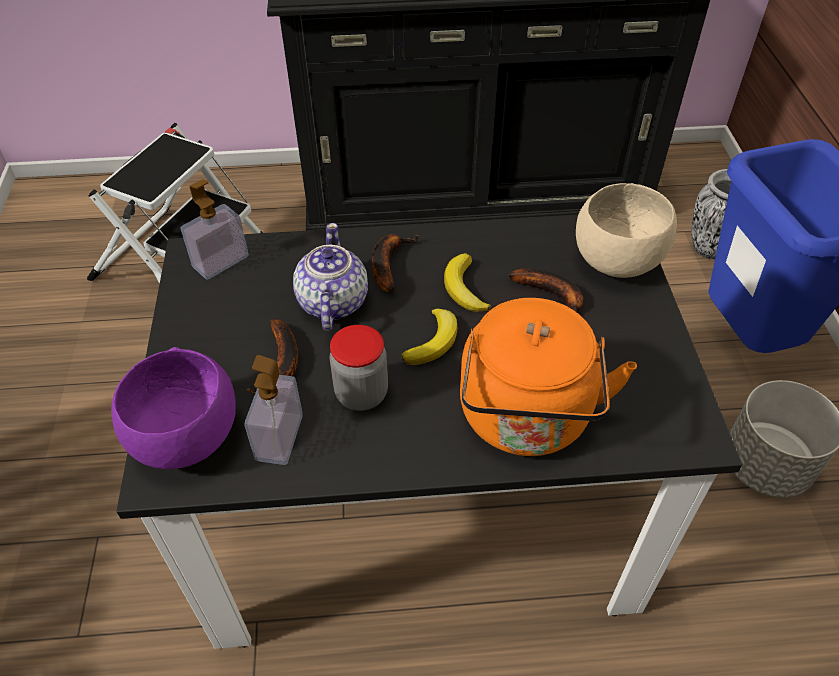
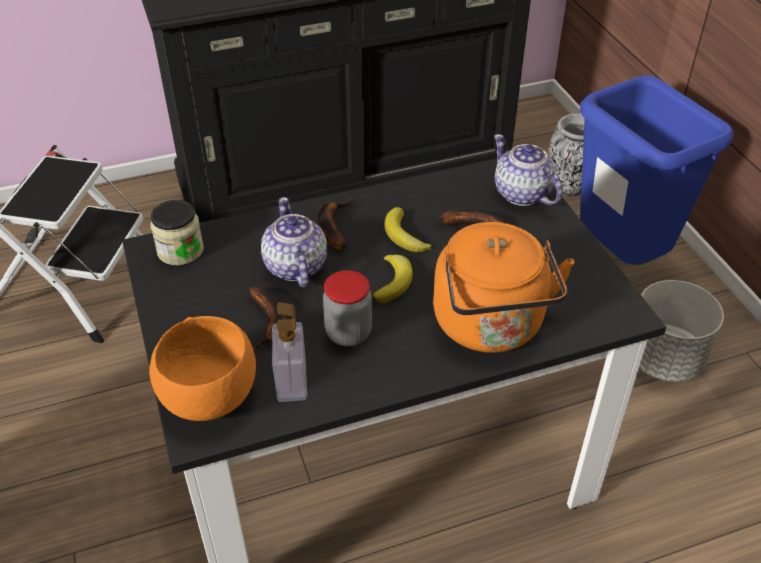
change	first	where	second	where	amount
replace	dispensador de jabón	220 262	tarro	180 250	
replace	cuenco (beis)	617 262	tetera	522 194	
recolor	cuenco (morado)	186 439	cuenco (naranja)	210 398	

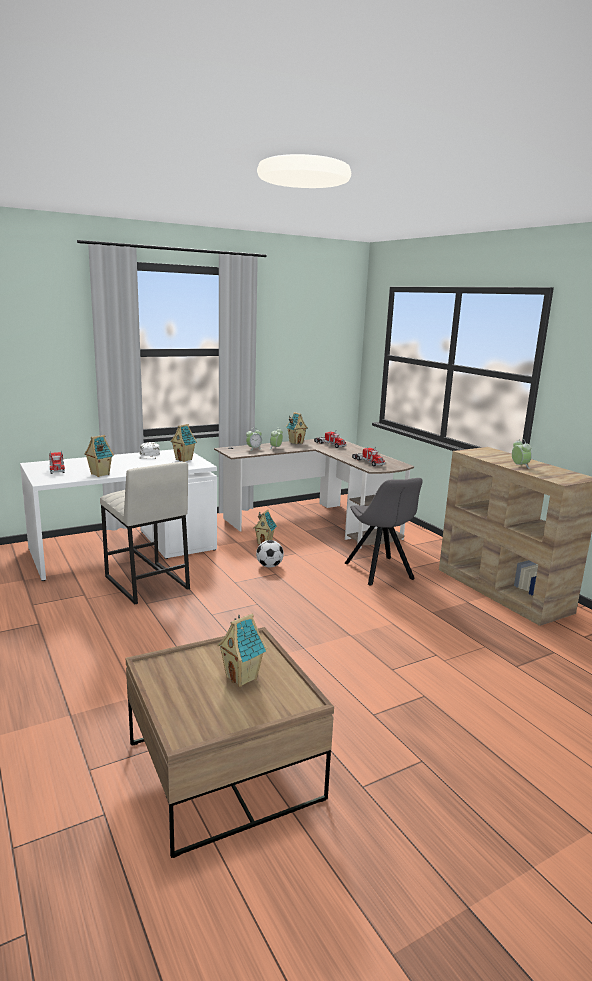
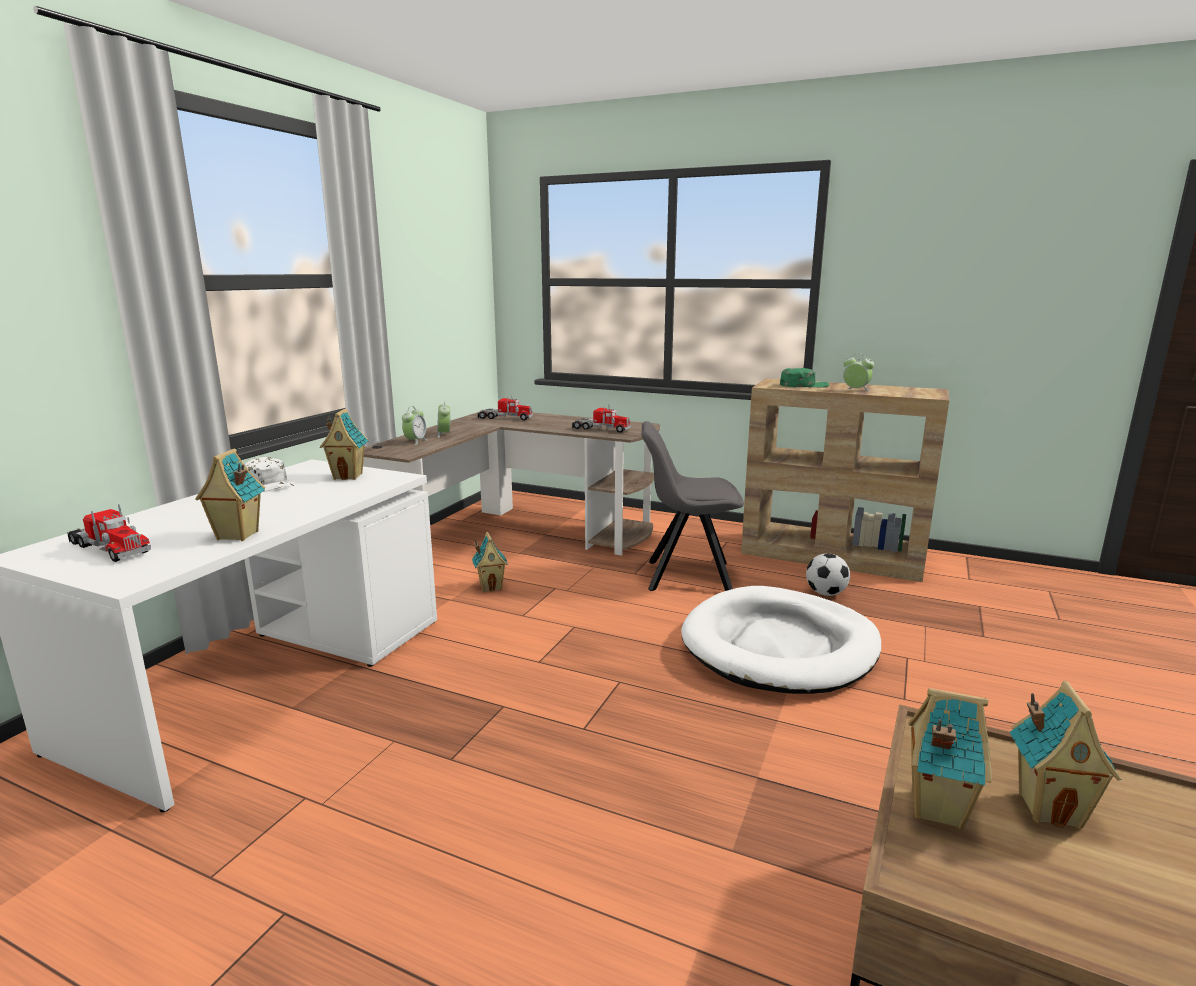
change	first	where	second	where	amount
delete	taburete (beis)	147 582			
insert			cama para perro (blanco)	779 646	
insert			gorra (verde)	803 385	
move	balón de fútbol	269 566		825 593	
move	casita	296 442		935 808	
rotate	silla (gris)	379 571		688 577	150 degrees clockwise

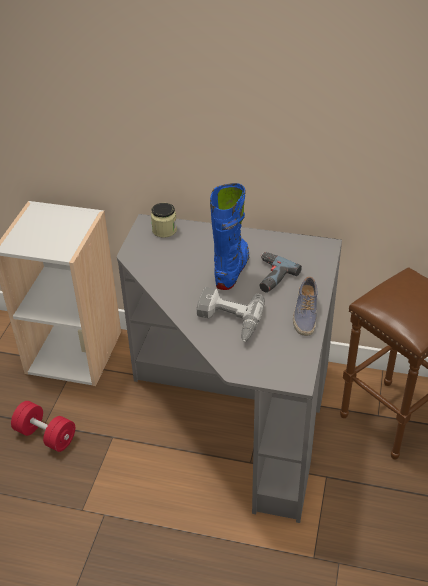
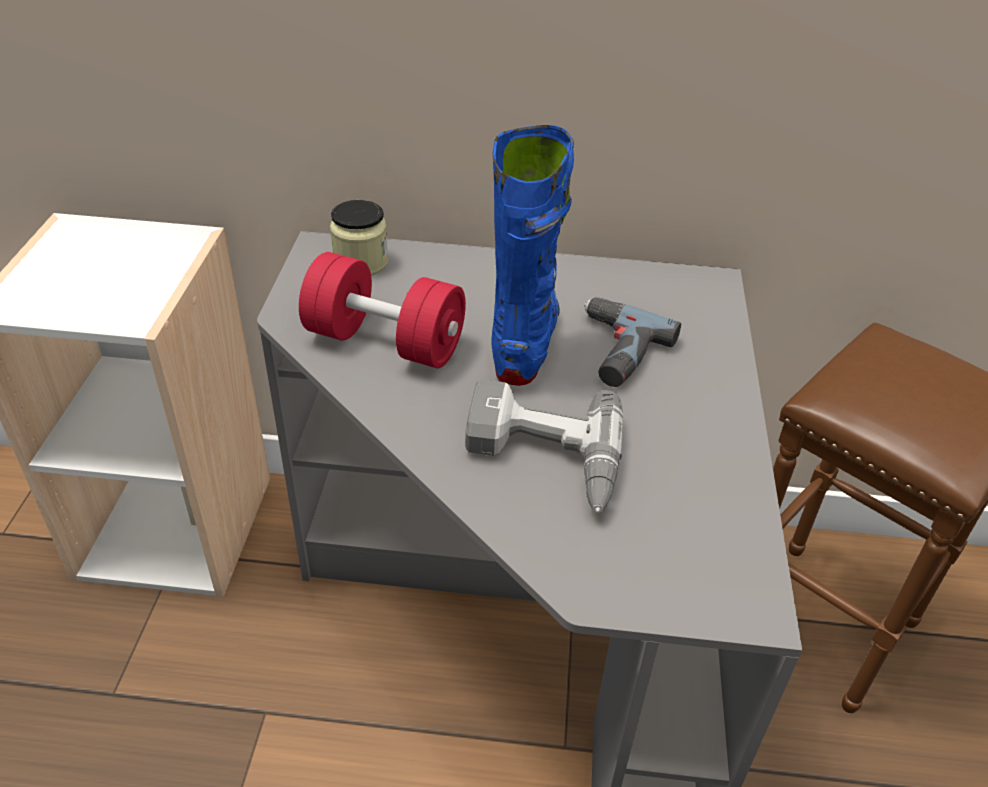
change	first	where	second	where	amount
delete	zapato	305 314			
move	mancuerna (rojo)	45 435		385 342	

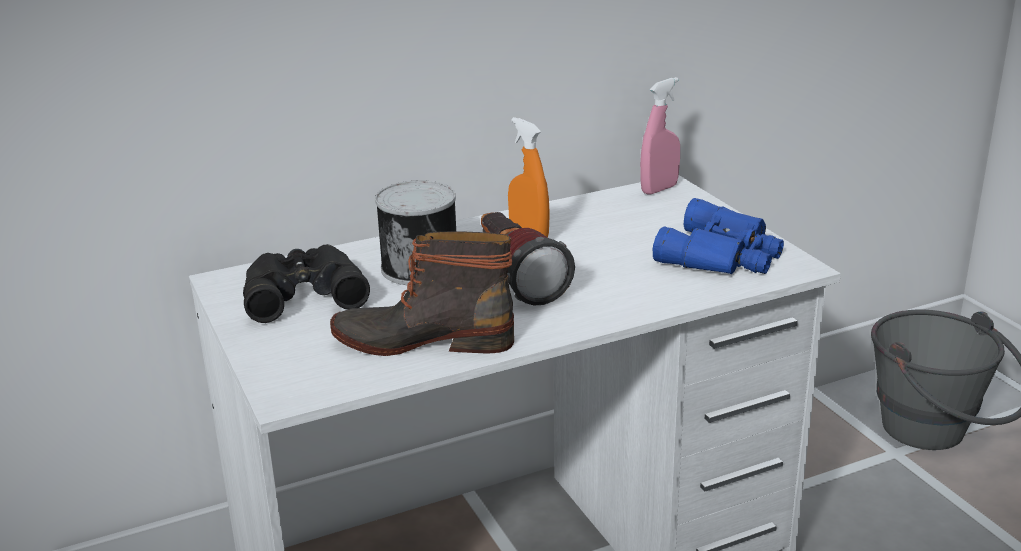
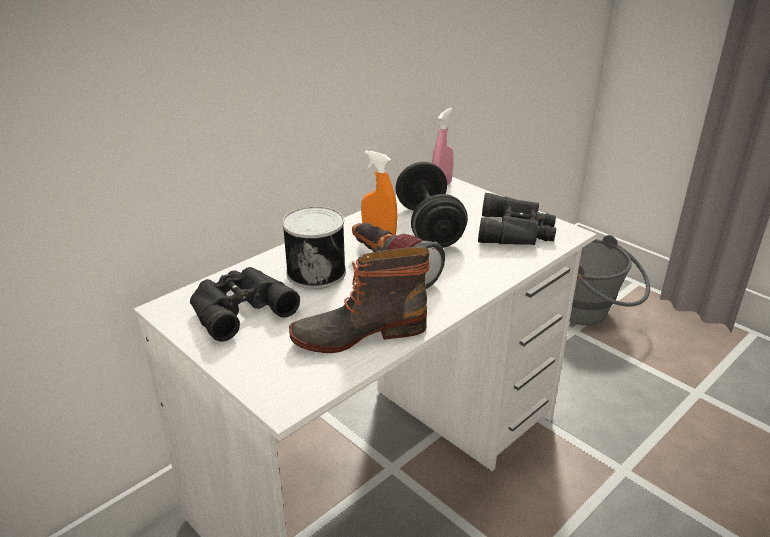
change	first	where	second	where	amount
insert			mancuerna (negro)	429 227	
recolor	prismáticos (azul)	723 255	prismáticos (negro)	517 231	

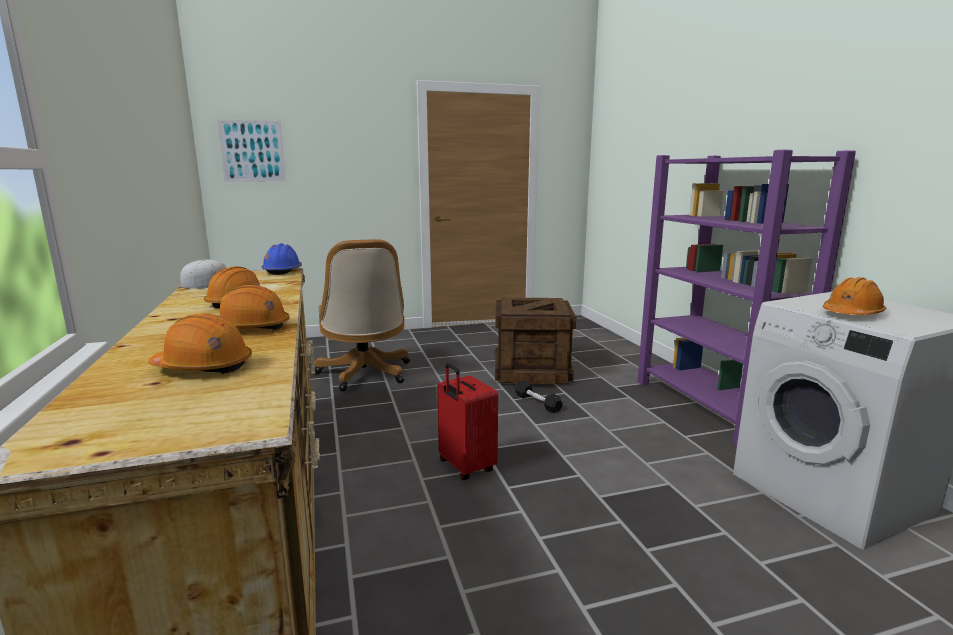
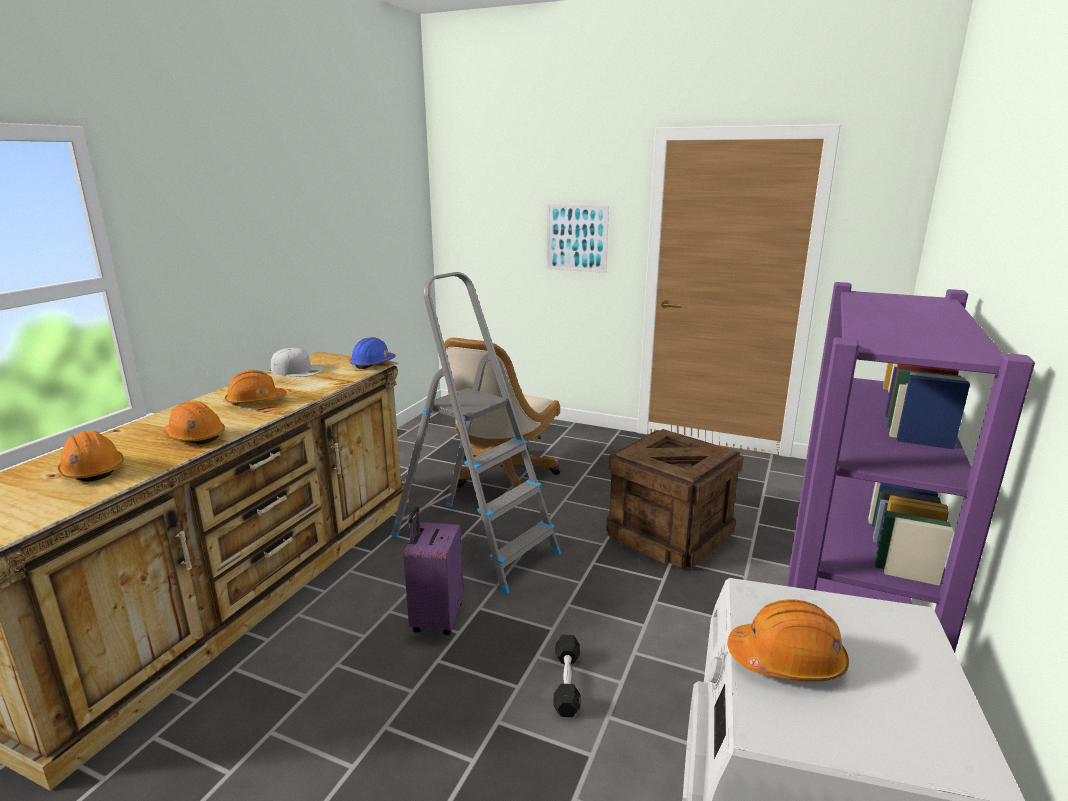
change	first	where	second	where	amount
insert			escalera de tijera (gris)	475 544	
move	cuadro	252 151		576 238	
move	mancuerna (negro)	537 403		567 683	
recolor	maleta (rojo)	465 467	maleta (morado)	436 618	

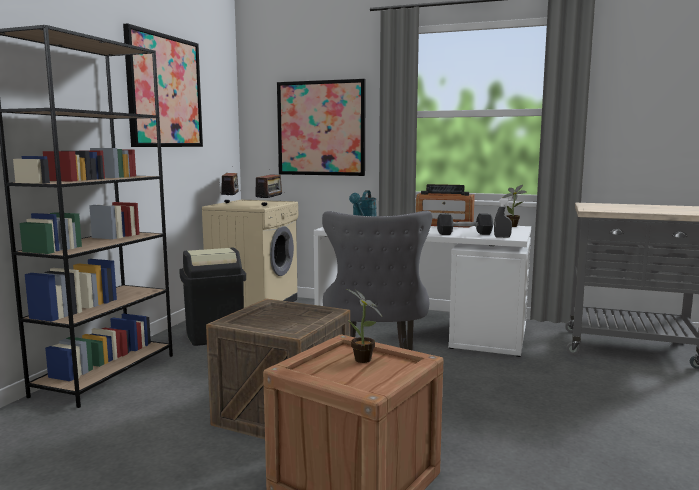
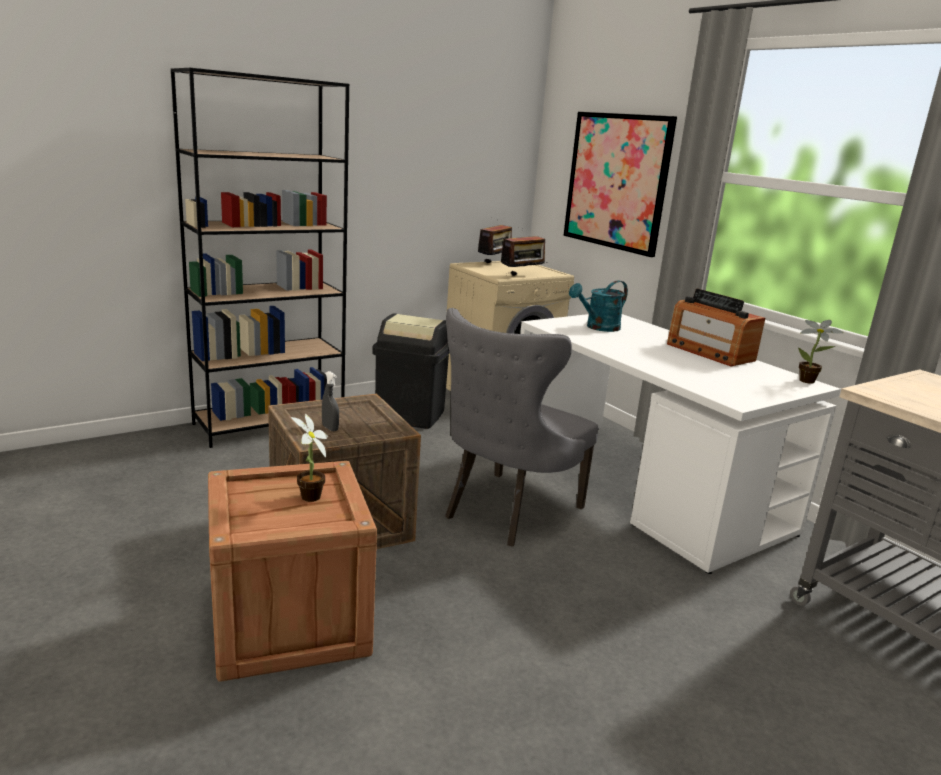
change	first	where	second	where	amount
delete	cuadro	164 91			
delete	mancuerna (negro)	464 233			
move	pulverizador (gris)	502 237		330 428	

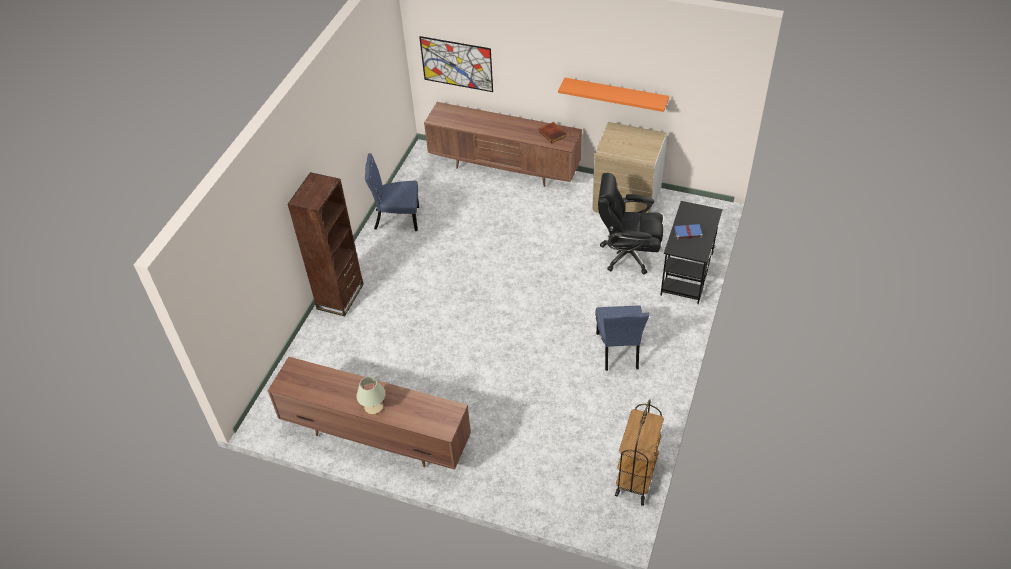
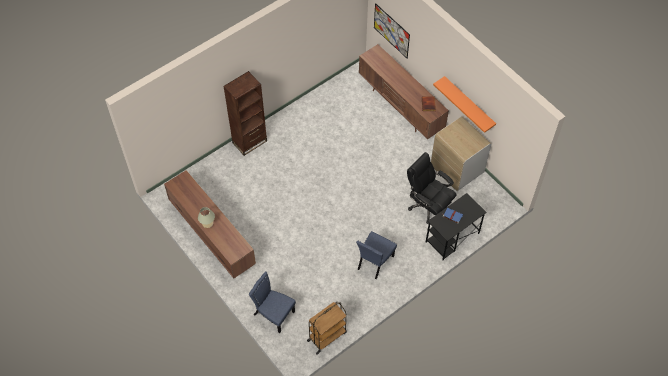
change	first	where	second	where	amount
move	silla (azul)	398 219		274 314	

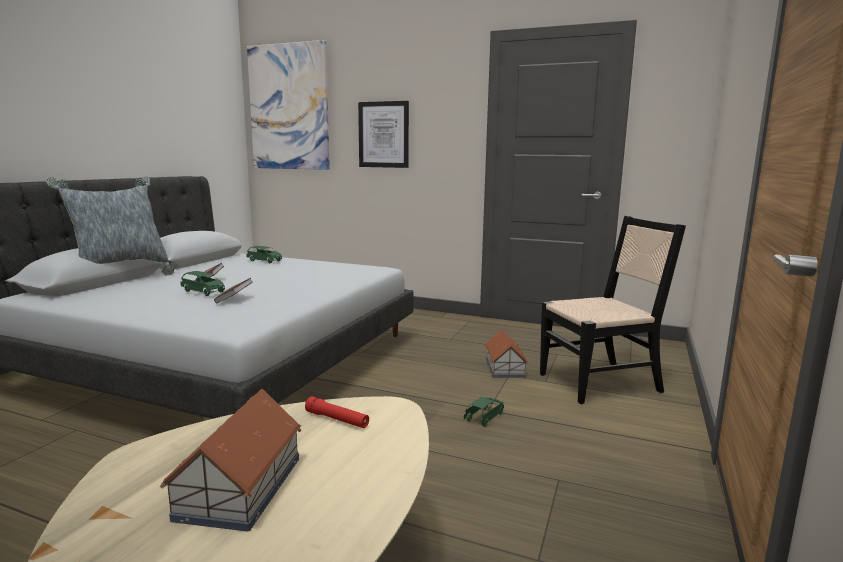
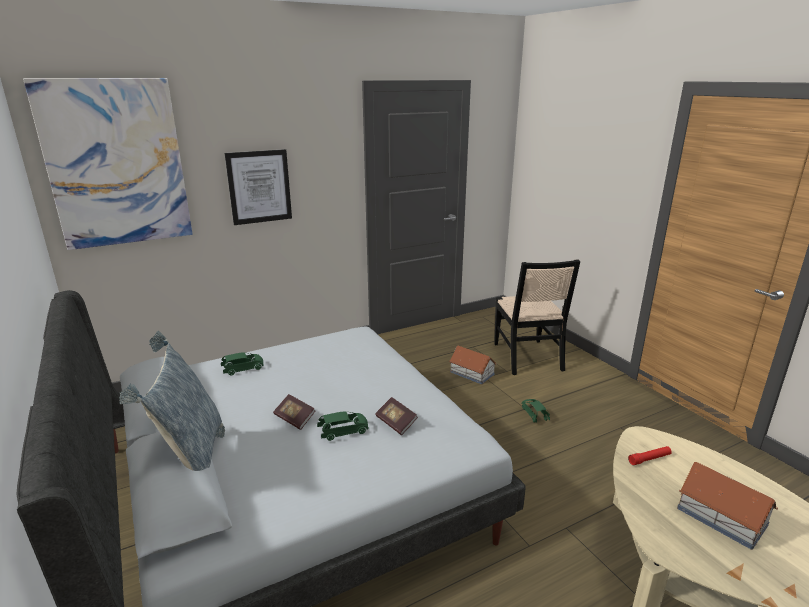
change	first	where	second	where	amount
rotate	silla	599 383		527 357	150 degrees clockwise

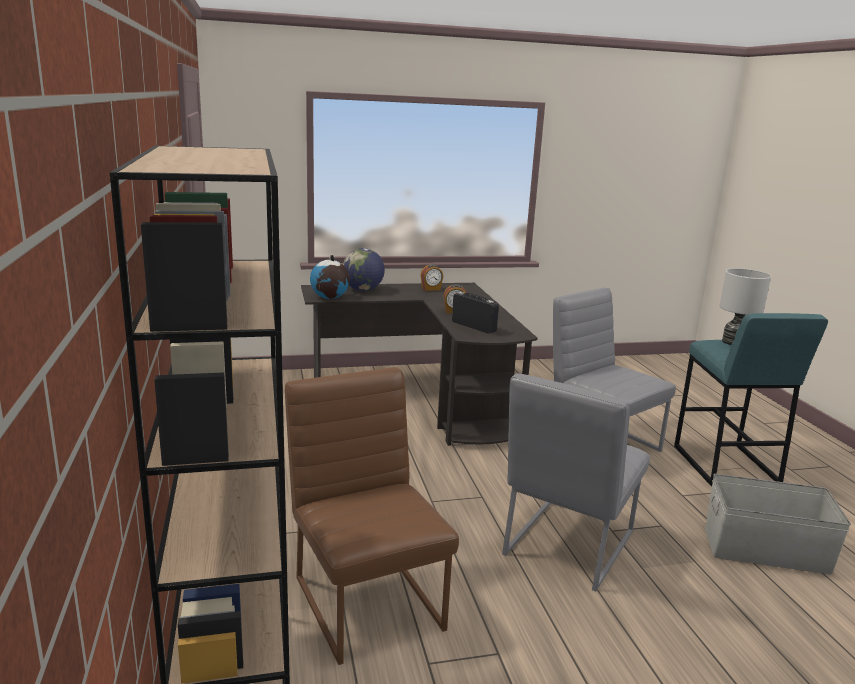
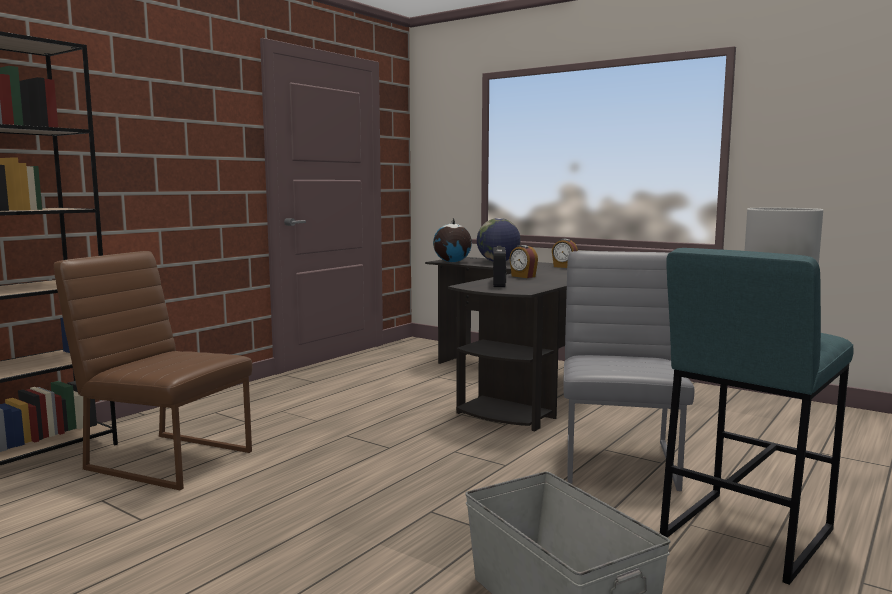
change	first	where	second	where	amount
delete	silla (gris)	566 544			
rotate	silla (marrón)	367 599		167 459	90 degrees counterclockwise

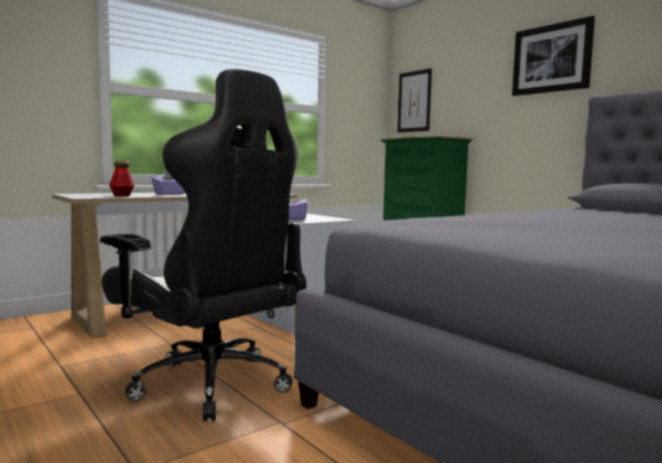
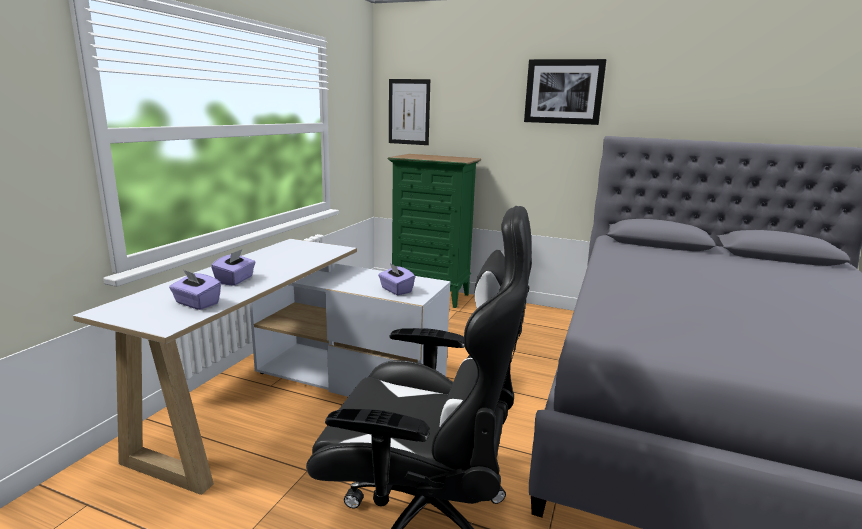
change	first	where	second	where	amount
replace	botella	122 195	caja de pañuelos (morado)	196 303	

